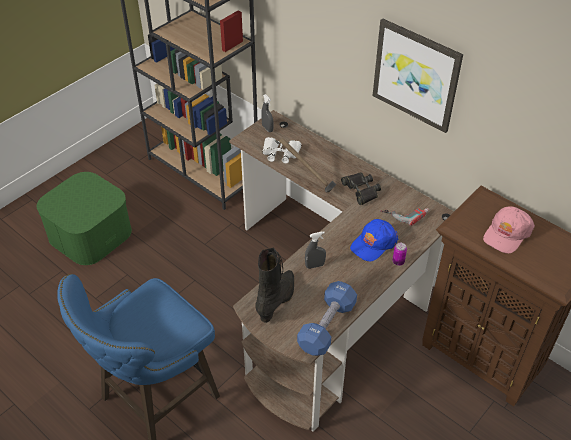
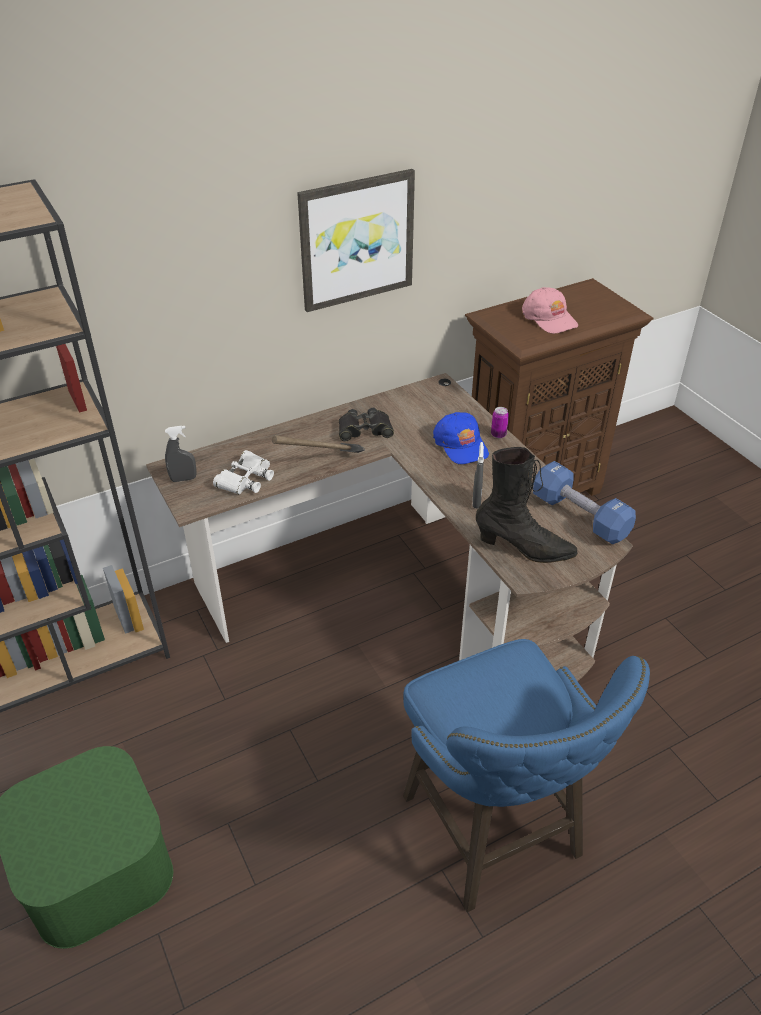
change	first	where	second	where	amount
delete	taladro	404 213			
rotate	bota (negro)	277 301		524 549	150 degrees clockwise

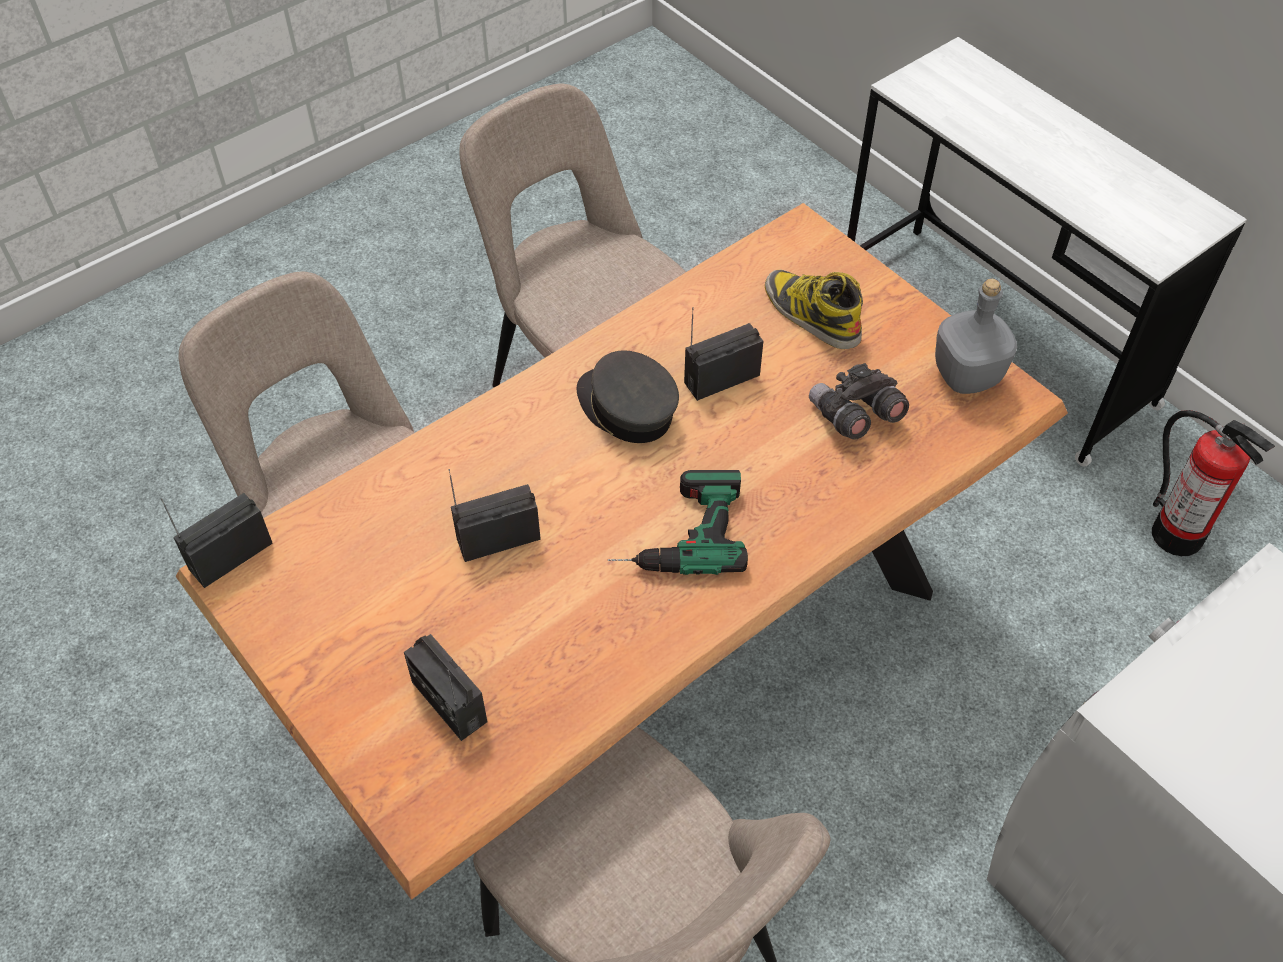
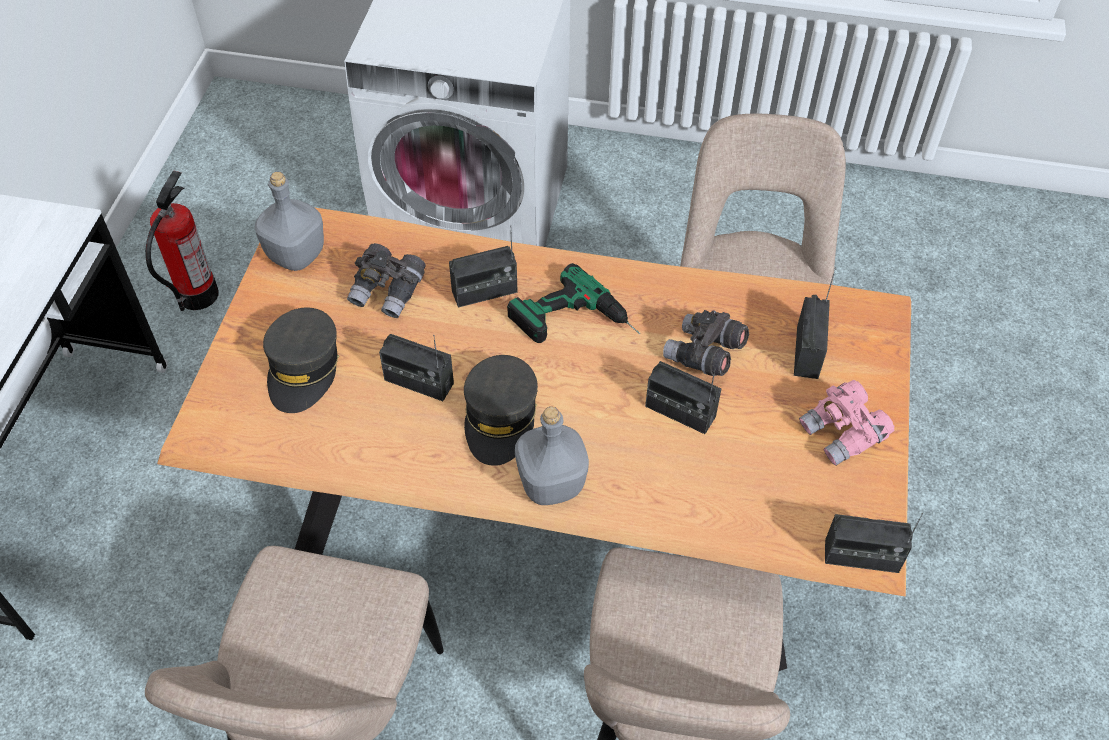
change	first	where	second	where	amount
insert			radio	484 292	
insert			botella (gris)	550 483	
insert			prismáticos (gris)	704 355	
insert			prismáticos (rosa)	843 434	
replace	bota	810 315	gorra (gris)	303 369	

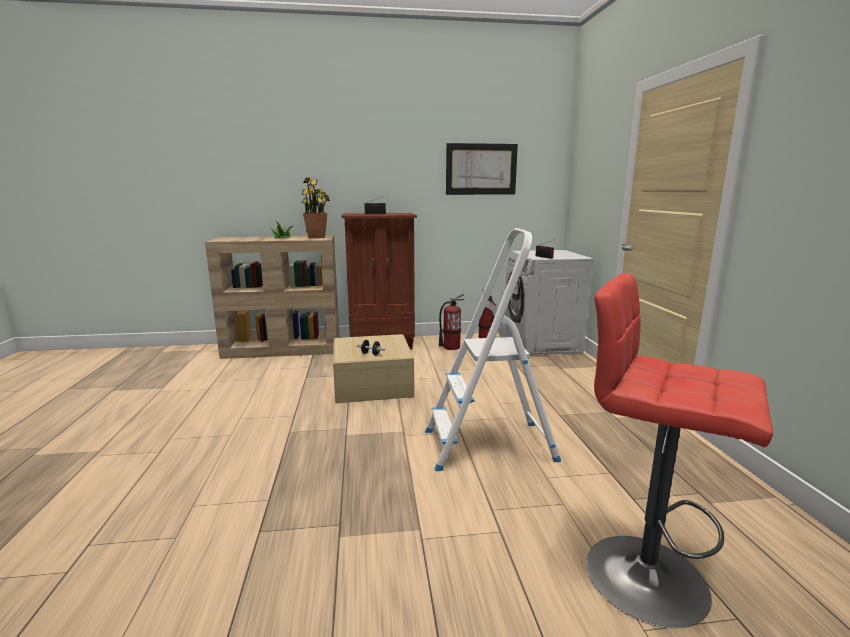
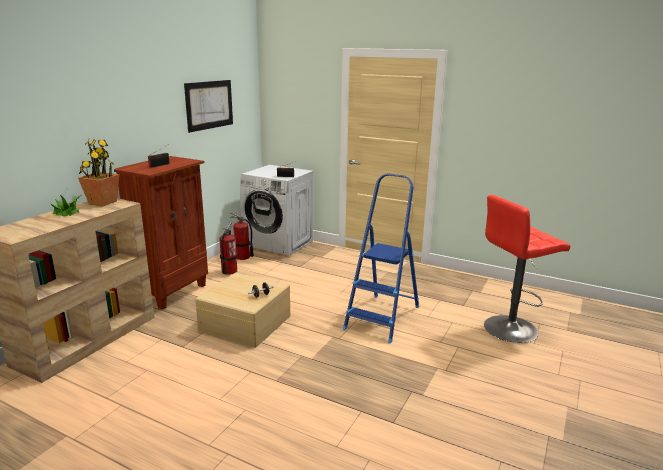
change	first	where	second	where	amount
recolor	escalera de tijera (blanco)	487 445	escalera de tijera (azul)	382 318	

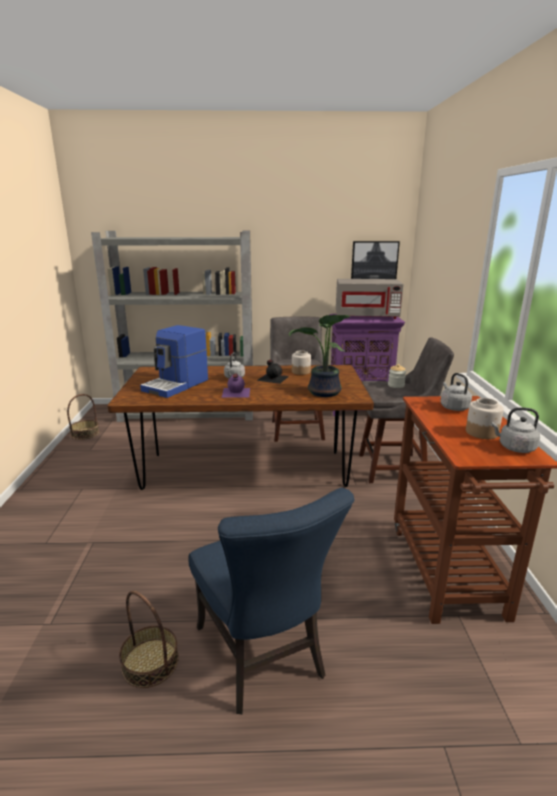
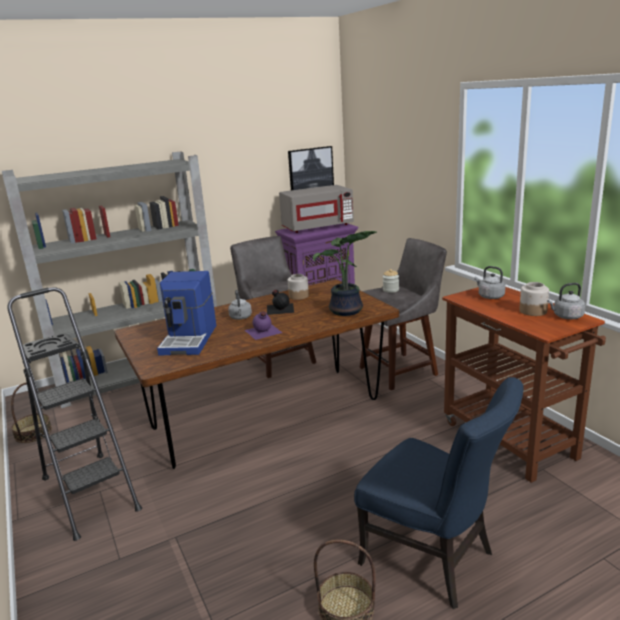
change	first	where	second	where	amount
insert			escalera de tijera	89 491	

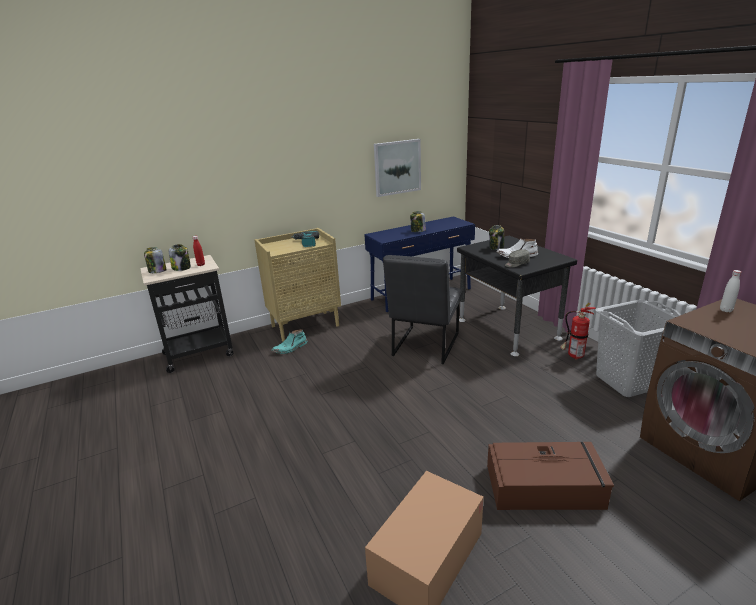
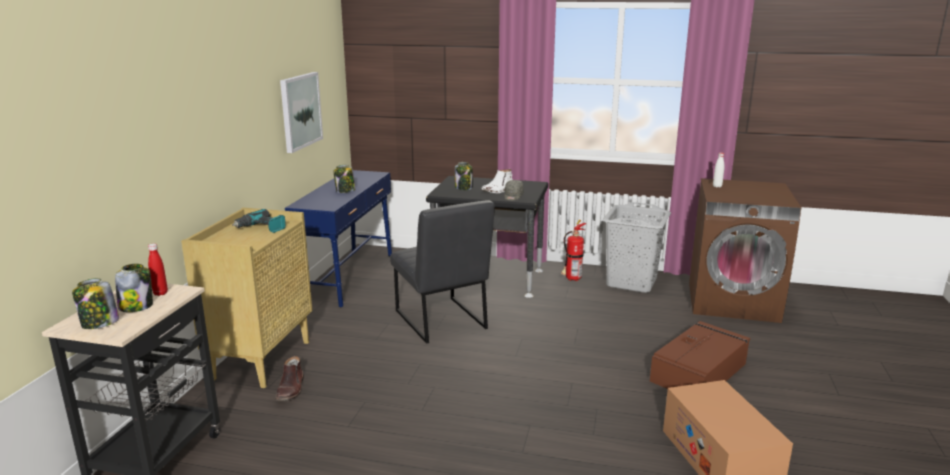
change	first	where	second	where	amount
recolor	bota (turquesa)	290 348	bota (marrón)	291 389	

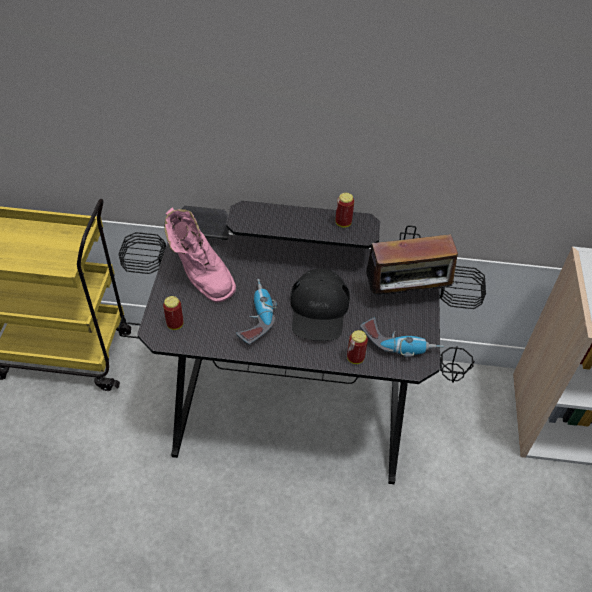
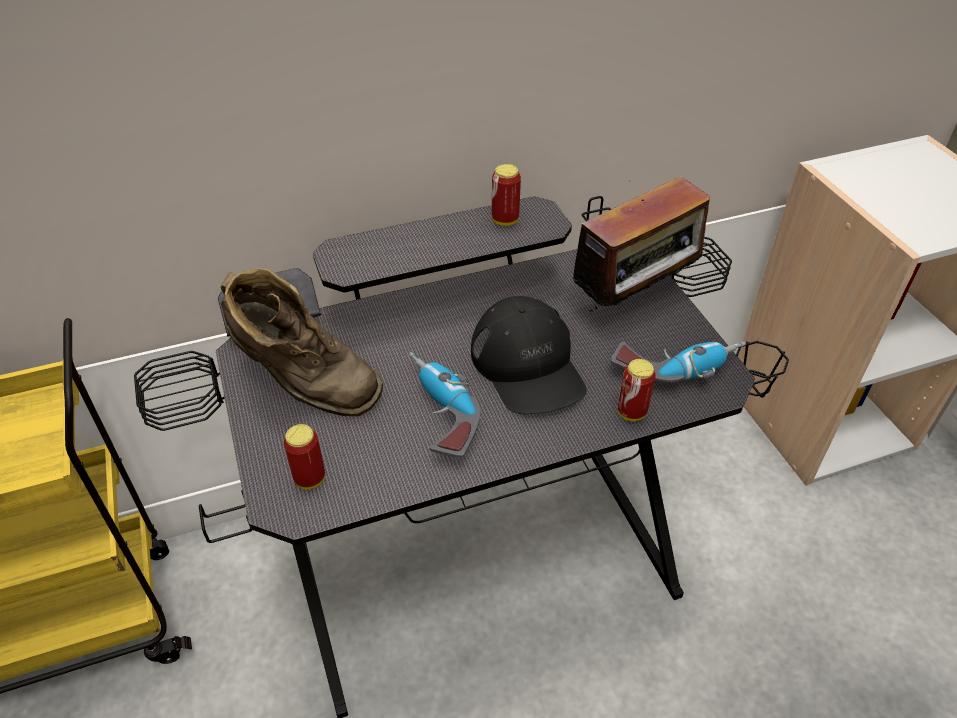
change	first	where	second	where	amount
recolor	bota (rosa)	200 275	bota (marrón)	305 385	

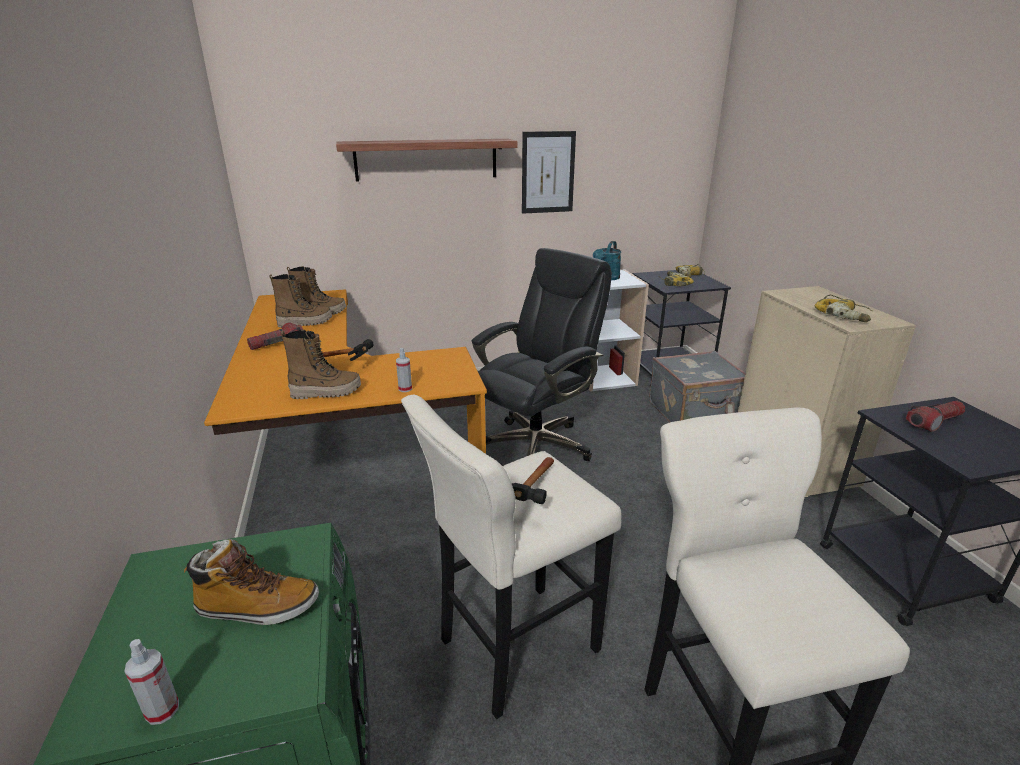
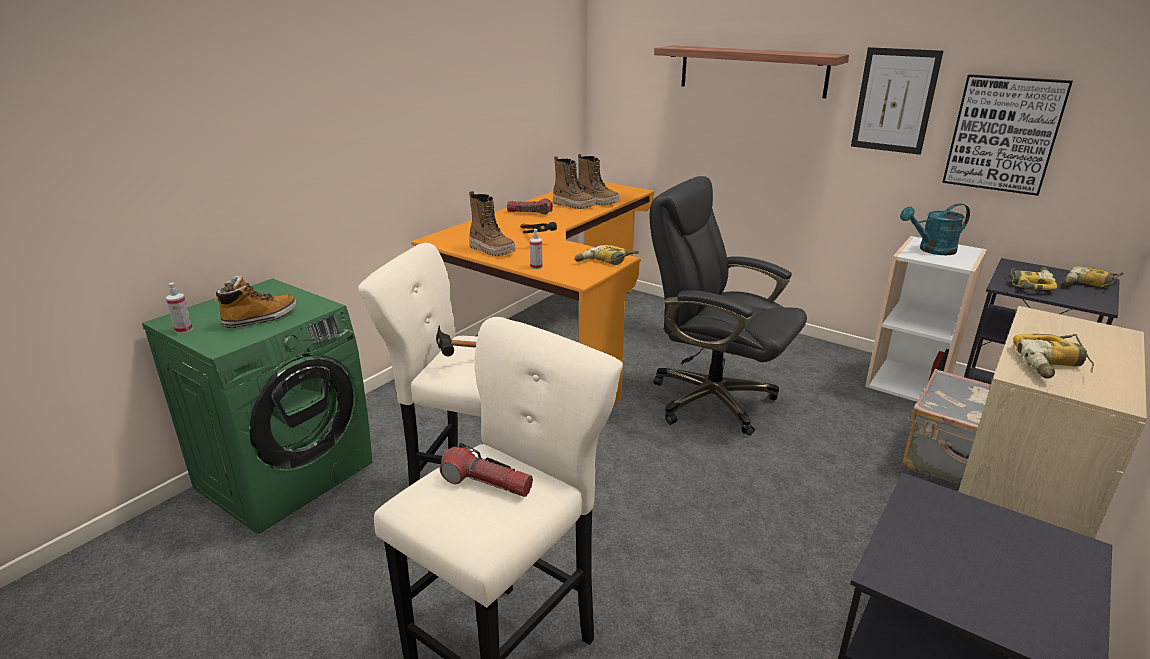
change	first	where	second	where	amount
insert			taladro	605 262	
insert			cuadro	1004 134	
move	linterna	934 422		486 483	
rotate	bota	257 607		260 318	90 degrees counterclockwise
rotate	silla de oficina (negro)	534 448		715 401	150 degrees counterclockwise

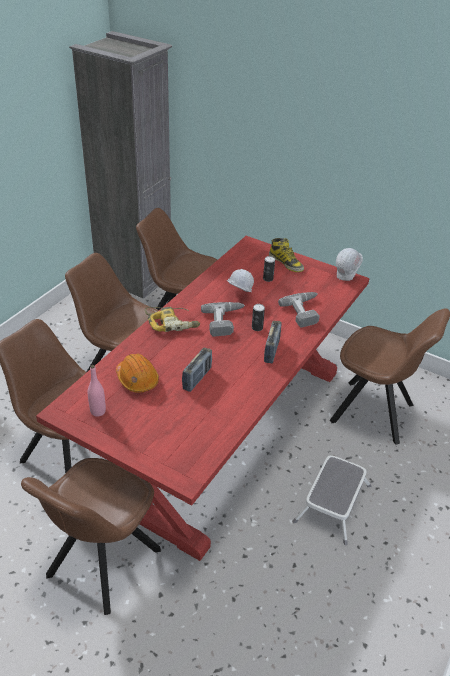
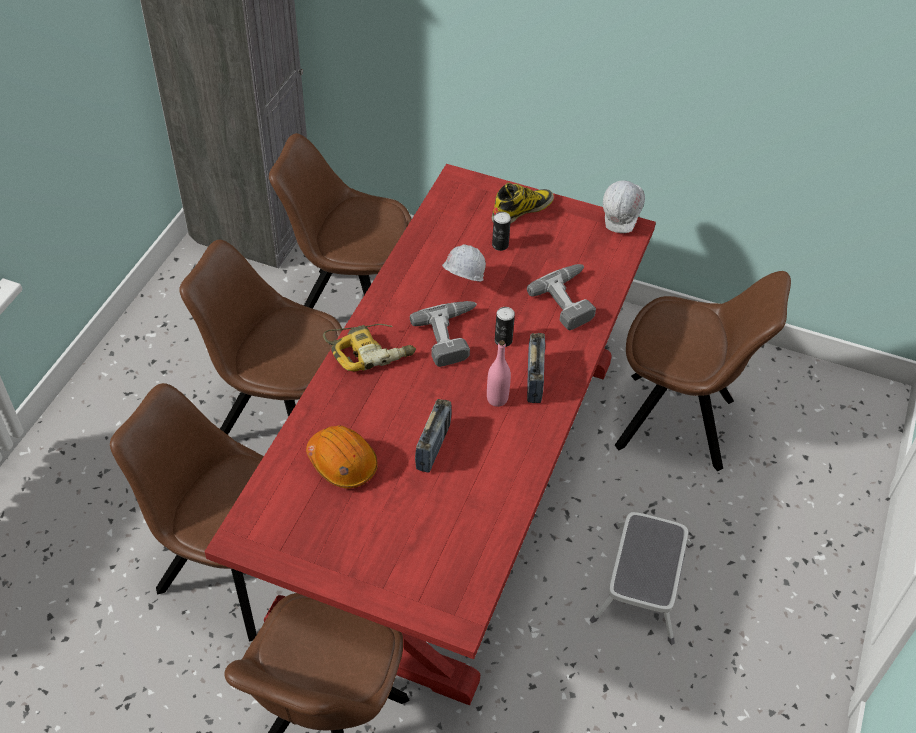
change	first	where	second	where	amount
move	botella (rosa)	98 411		497 399	
rotate	bota	286 263		522 210	75 degrees counterclockwise

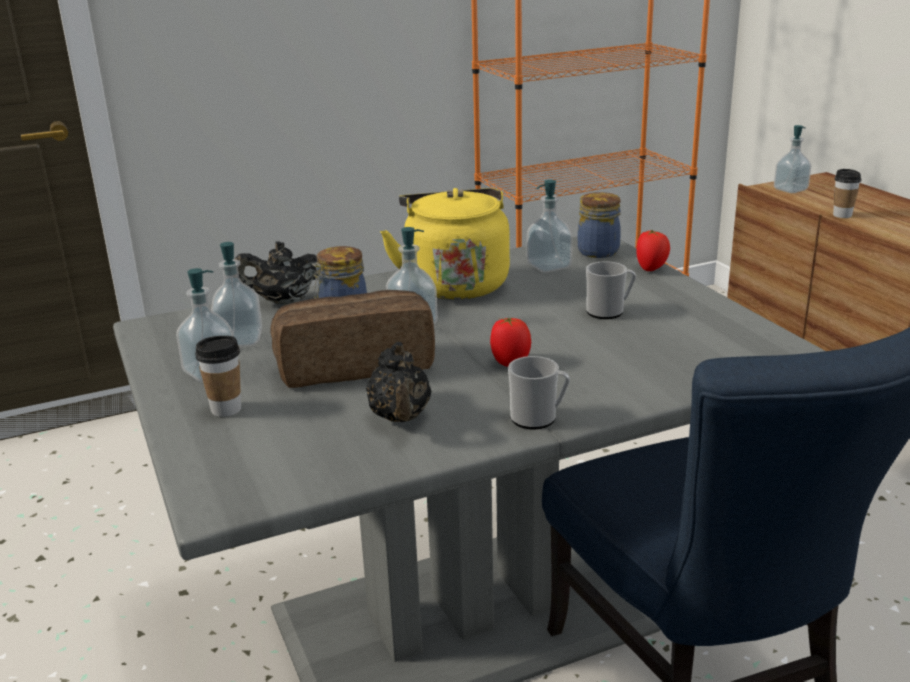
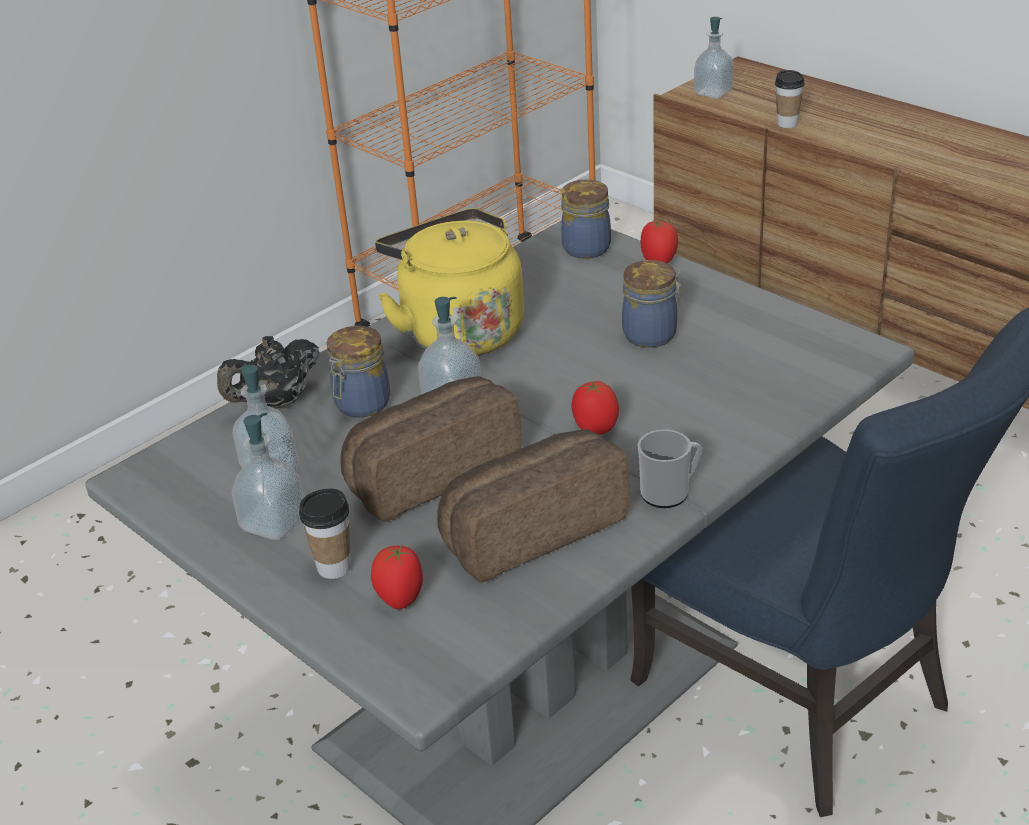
change	first	where	second	where	amount
delete	dispensador de jabón	549 266			
insert			tomate	400 598	
replace	tetera (negro)	400 418	pan	531 528	
replace	taza grande	609 312	tarro	652 334	

